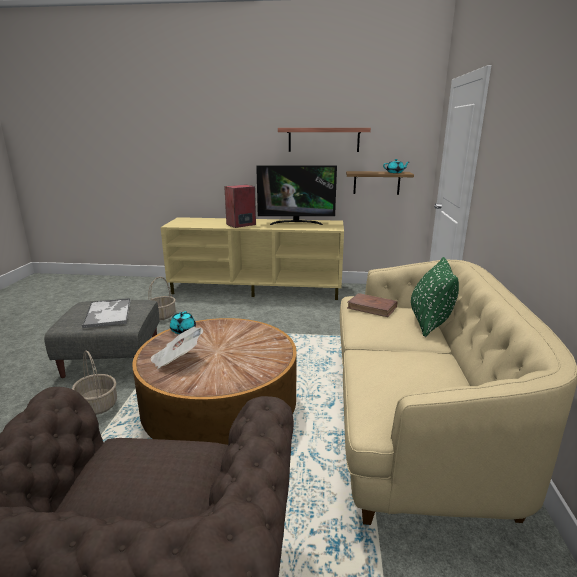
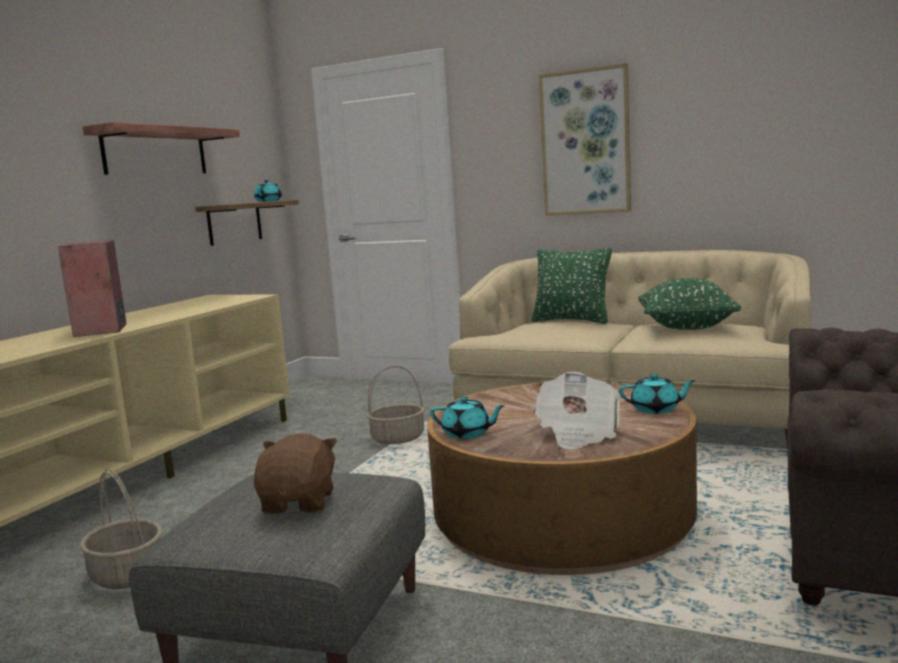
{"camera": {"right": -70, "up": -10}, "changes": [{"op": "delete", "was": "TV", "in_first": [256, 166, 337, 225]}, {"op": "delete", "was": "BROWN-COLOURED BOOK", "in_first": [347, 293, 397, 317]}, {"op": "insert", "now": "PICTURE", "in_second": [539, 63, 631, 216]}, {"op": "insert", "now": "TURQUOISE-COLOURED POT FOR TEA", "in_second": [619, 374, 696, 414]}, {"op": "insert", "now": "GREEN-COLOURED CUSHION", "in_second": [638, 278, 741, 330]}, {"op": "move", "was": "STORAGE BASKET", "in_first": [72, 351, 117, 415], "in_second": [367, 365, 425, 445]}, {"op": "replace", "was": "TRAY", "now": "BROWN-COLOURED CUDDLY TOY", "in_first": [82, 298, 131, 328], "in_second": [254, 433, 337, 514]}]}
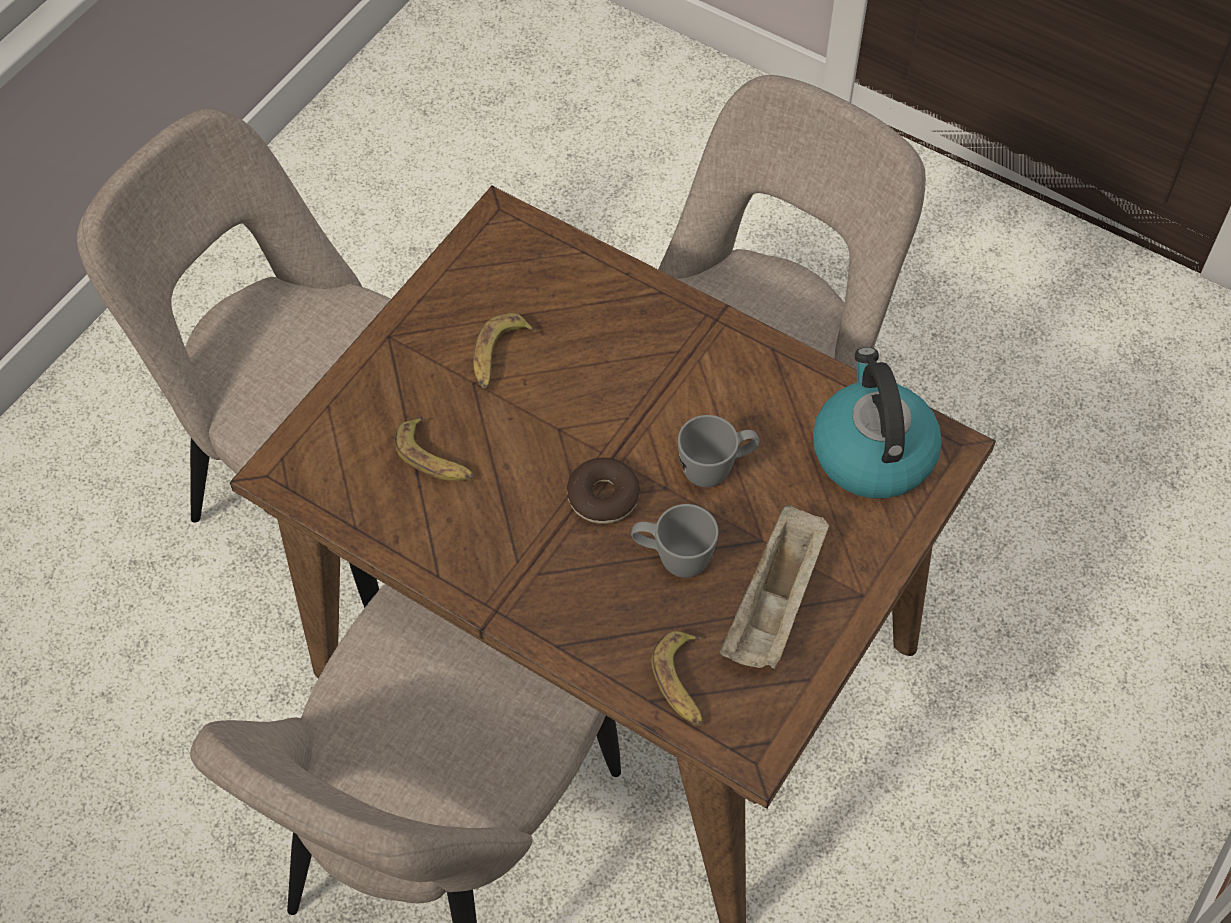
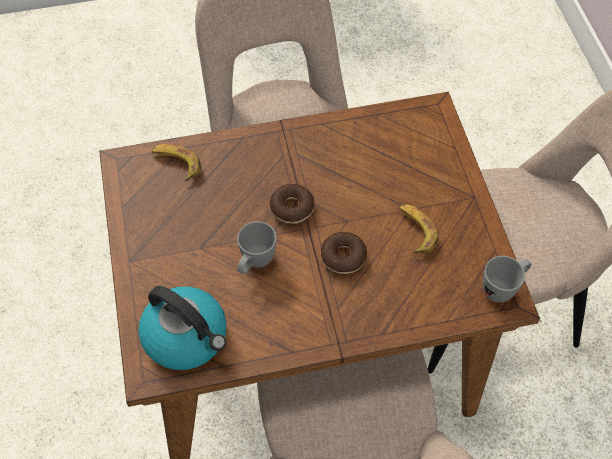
{"camera": {"right": 135, "up": 0}, "changes": [{"op": "delete", "was": "BANANA FRUIT", "in_first": [394, 417, 474, 481]}, {"op": "delete", "was": "BEIGE TRAY", "in_first": [720, 505, 829, 669]}, {"op": "insert", "now": "RING DOUGHNUT", "in_second": [321, 232, 367, 274]}, {"op": "move", "was": "GRAY TEA MUG", "in_first": [631, 504, 719, 578], "in_second": [483, 256, 531, 303]}]}
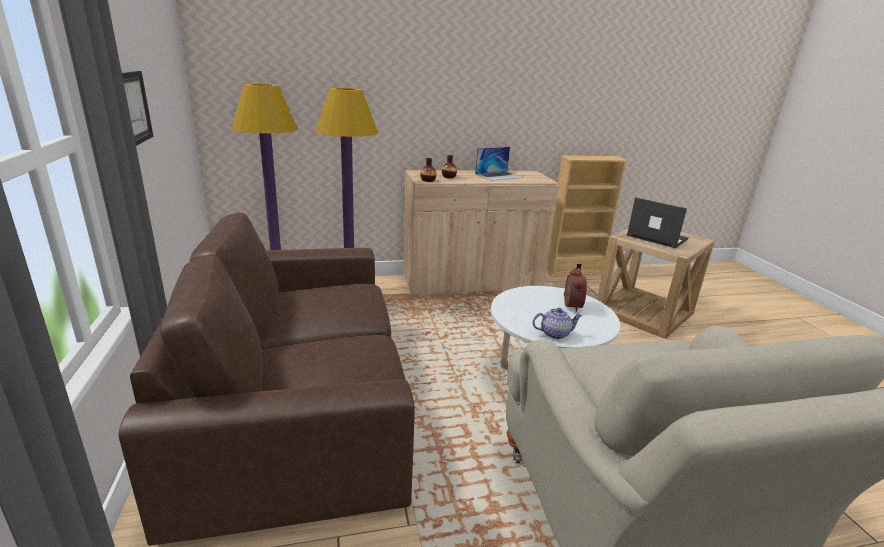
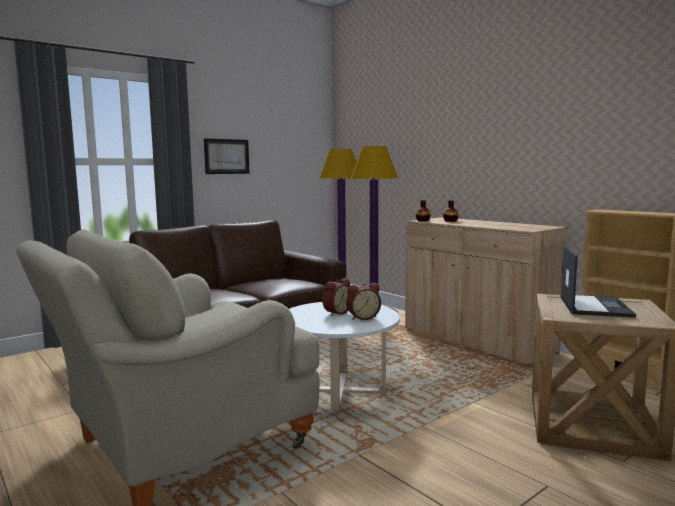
{"camera": {"right": 65, "up": -15}, "changes": [{"op": "delete", "was": "NOTEBOOK COMPUTER", "in_first": [475, 147, 524, 181]}, {"op": "delete", "was": "POT FOR TEA", "in_first": [533, 308, 583, 339]}, {"op": "insert", "now": "TABLE CLOCK", "in_second": [322, 278, 350, 316]}]}
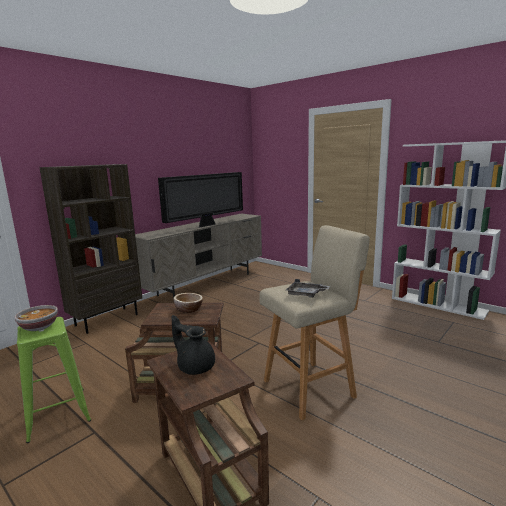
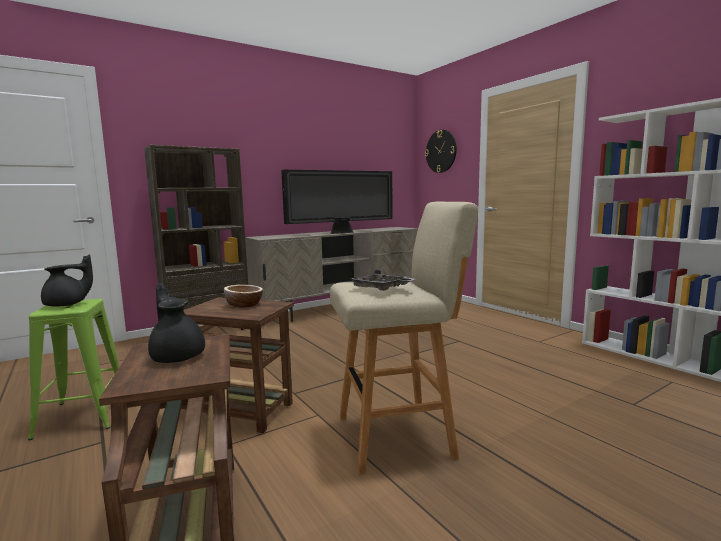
{"camera": {"right": 15, "up": -5}, "changes": [{"op": "insert", "now": "WALL CLOCK", "in_second": [425, 130, 457, 173]}, {"op": "replace", "was": "SERVING BOWL", "now": "BLACK POT FOR TEA", "in_first": [14, 305, 58, 331], "in_second": [41, 255, 93, 307]}]}
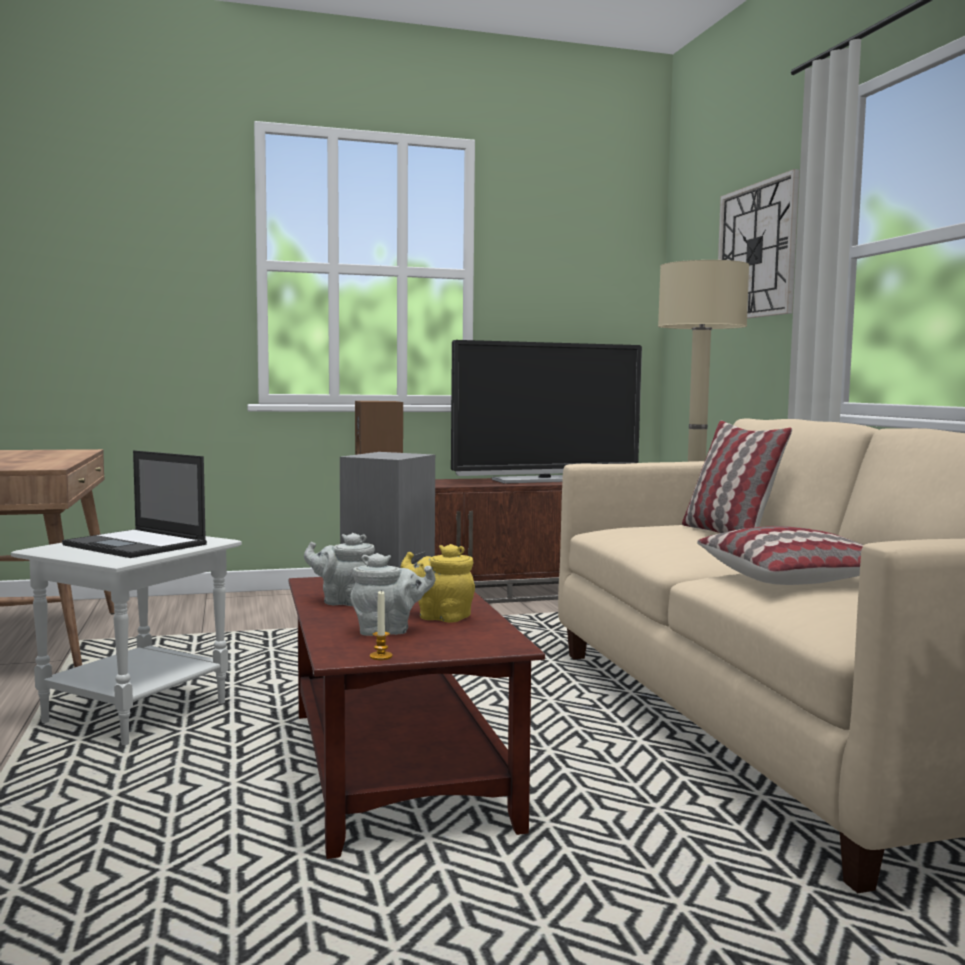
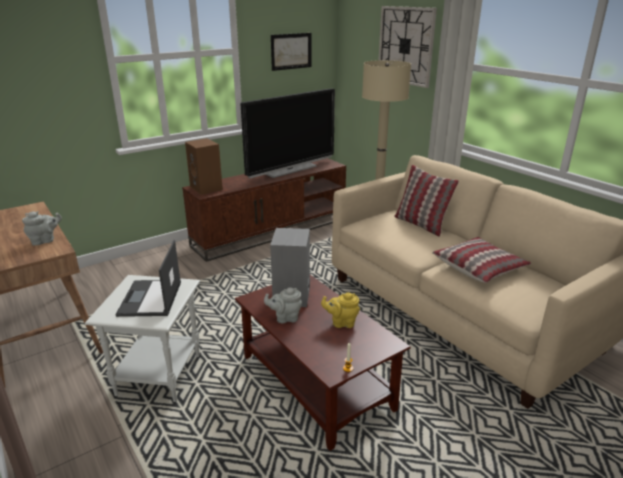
{"camera": {"right": -20, "up": 20}, "changes": [{"op": "insert", "now": "PICTURE", "in_second": [271, 33, 311, 71]}, {"op": "move", "was": "GRAY POT FOR TEA", "in_first": [350, 553, 436, 636], "in_second": [22, 211, 62, 246]}, {"op": "rotate", "was": "NOTEBOOK COMPUTER", "in_first": [62, 450, 207, 558], "in_second": [115, 240, 181, 317], "clockwise": 75}]}
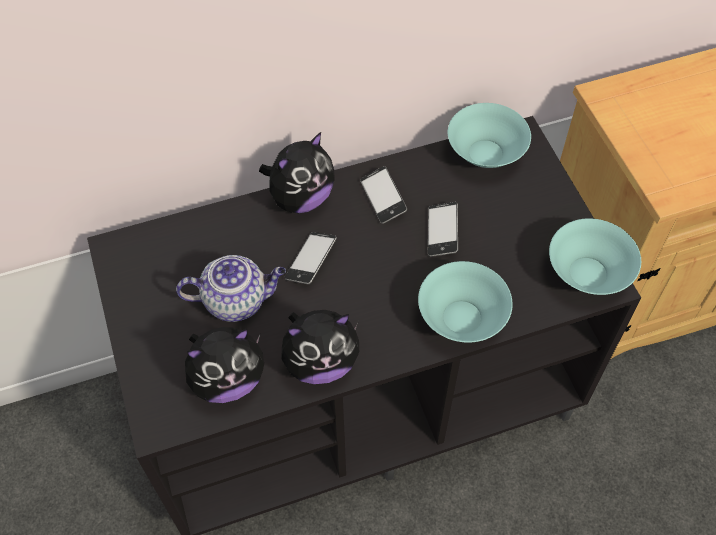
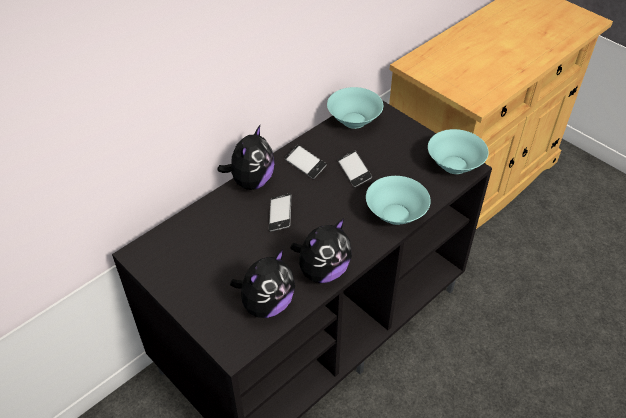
{"camera": {"right": -25, "up": -10}, "changes": [{"op": "delete", "was": "POT FOR TEA", "in_first": [176, 255, 286, 322]}]}
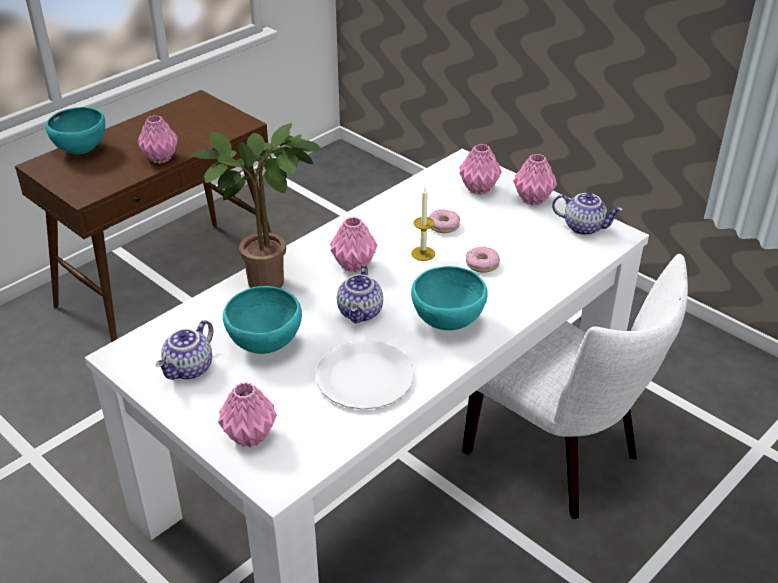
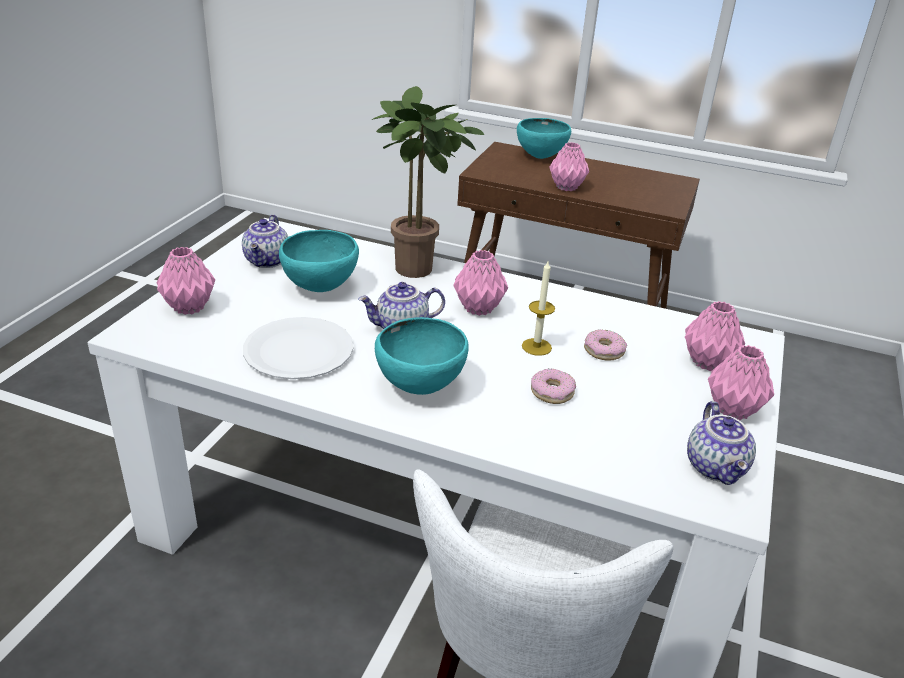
{"camera": {"right": 65, "up": -5}, "changes": [{"op": "rotate", "was": "POT FOR TEA", "in_first": [156, 320, 213, 380], "in_second": [242, 214, 288, 268], "clockwise": -90}]}
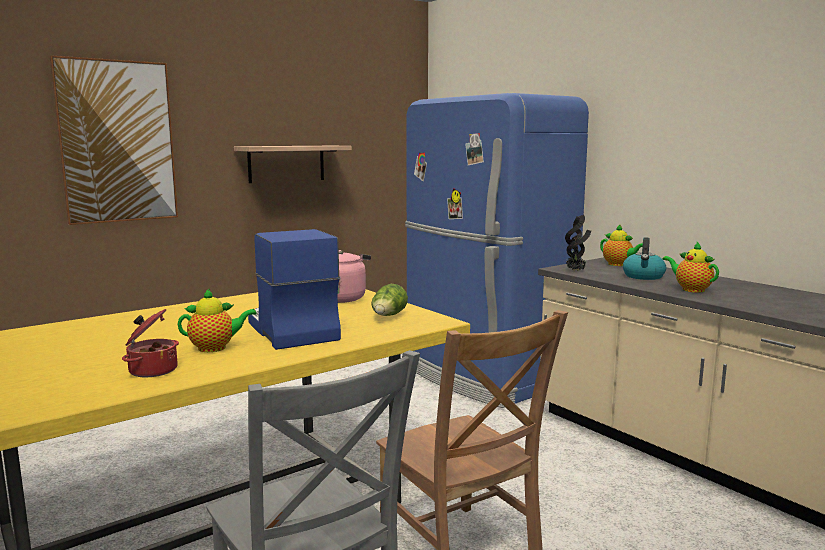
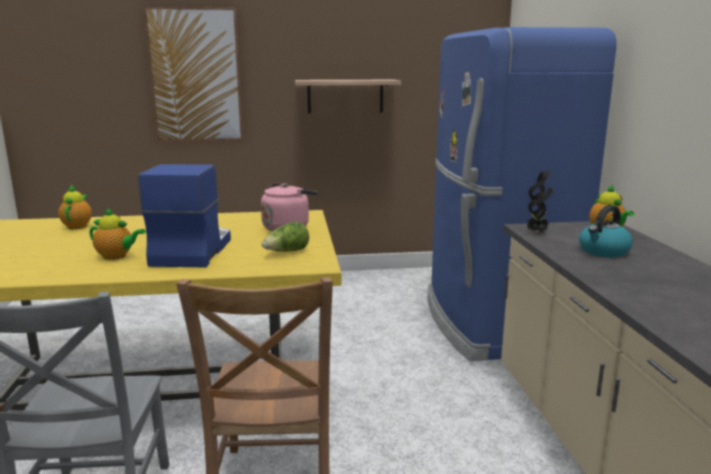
{"camera": {"right": 30, "up": 5}, "changes": [{"op": "delete", "was": "COOKING POT", "in_first": [122, 309, 179, 377]}, {"op": "move", "was": "POT FOR TEA", "in_first": [663, 242, 719, 293], "in_second": [58, 185, 92, 229]}]}
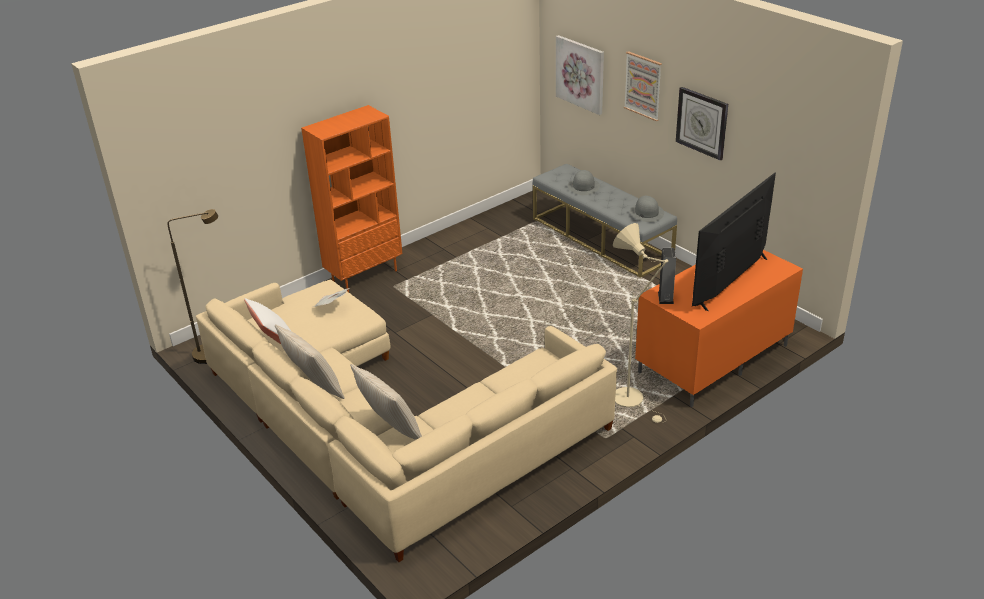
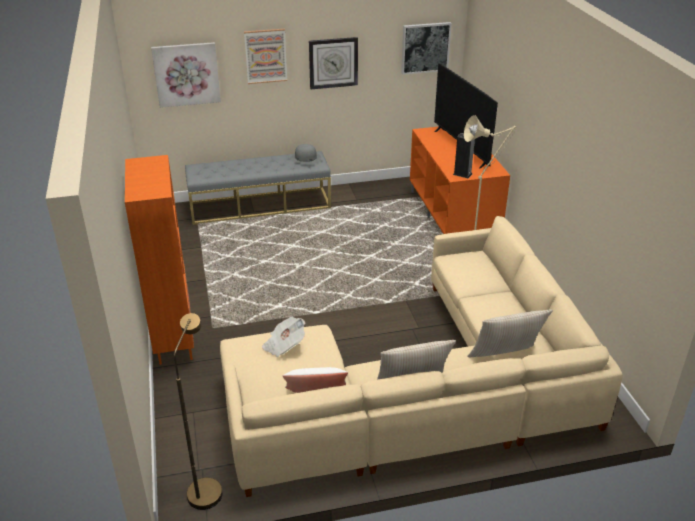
{"camera": {"right": -65, "up": 0}, "changes": [{"op": "delete", "was": "GRAY WEARABLE HAT", "in_first": [568, 170, 600, 195]}, {"op": "insert", "now": "PICTURE", "in_second": [401, 22, 452, 75]}]}
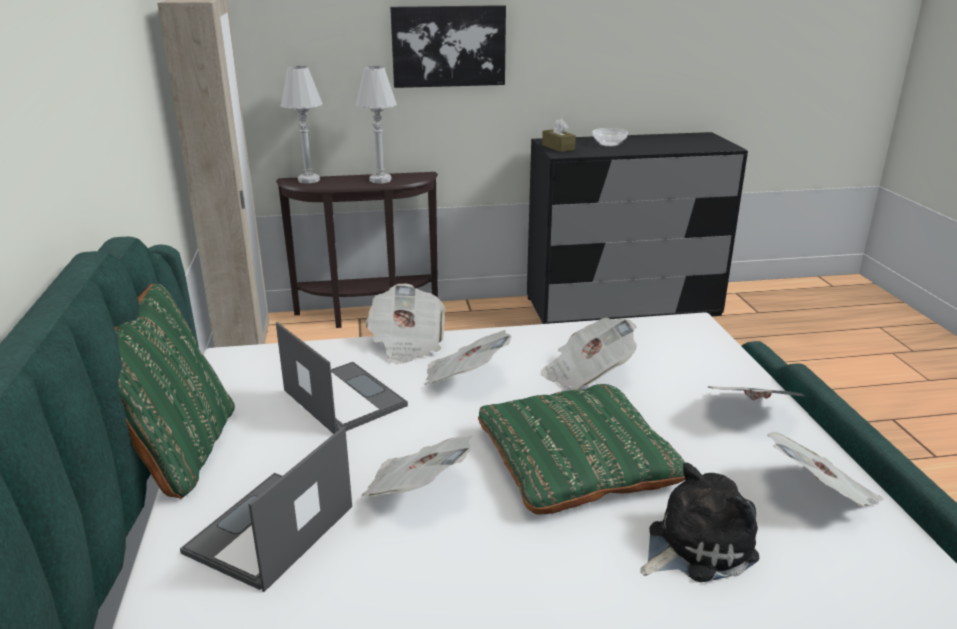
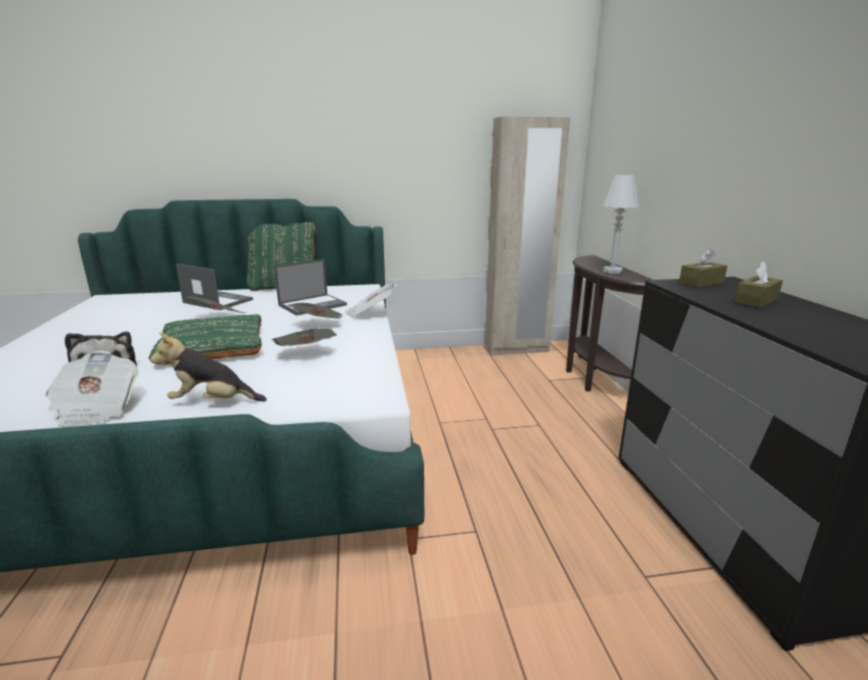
{"camera": {"right": 90, "up": -5}, "changes": [{"op": "delete", "was": "WHITE TABLE LAMP", "in_first": [280, 66, 323, 184]}, {"op": "delete", "was": "PICTURE", "in_first": [390, 5, 506, 88]}, {"op": "replace", "was": "SERVING BOWL", "now": "BROWN-COLOURED TISSUE BOX", "in_first": [592, 128, 628, 147], "in_second": [734, 261, 783, 308]}, {"op": "replace", "was": "PRINTED PAPER", "now": "CUDDLY TOY", "in_first": [708, 386, 804, 400], "in_second": [150, 332, 267, 402]}]}
